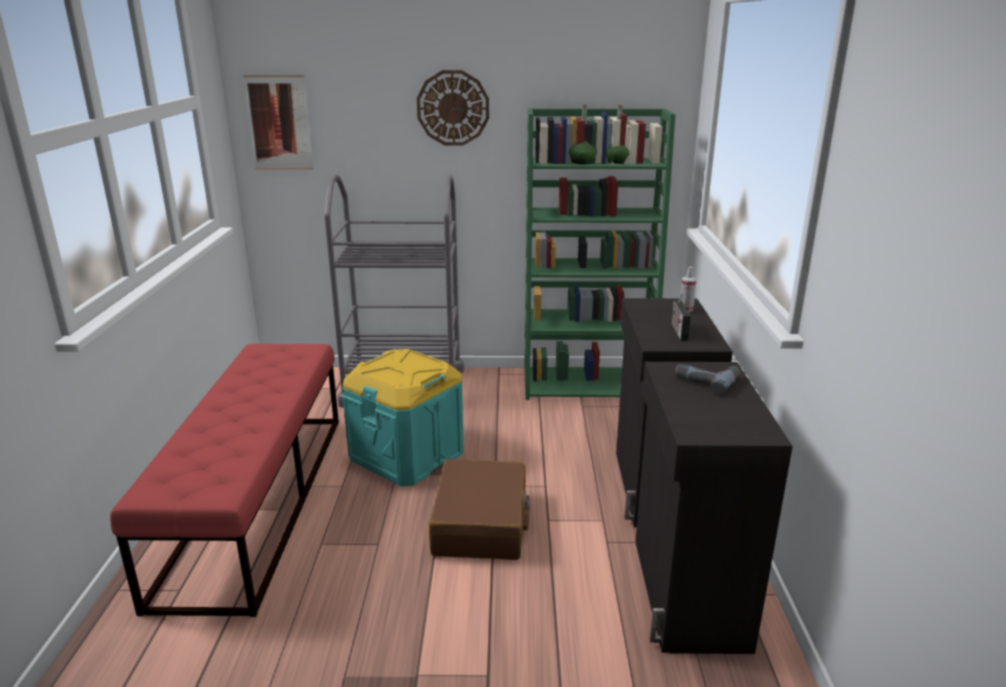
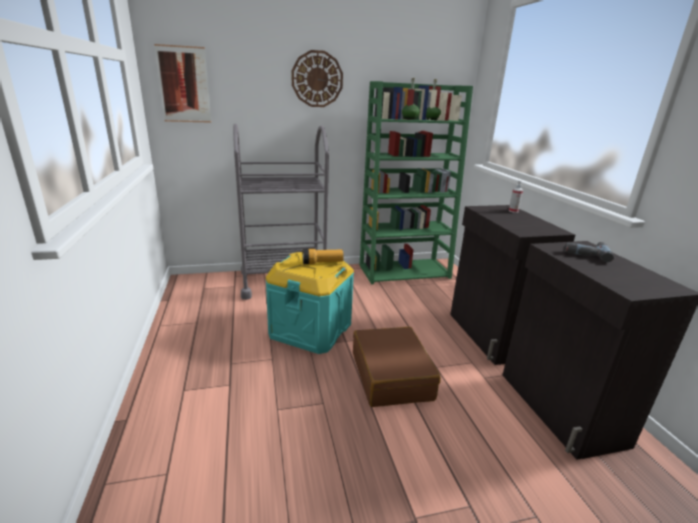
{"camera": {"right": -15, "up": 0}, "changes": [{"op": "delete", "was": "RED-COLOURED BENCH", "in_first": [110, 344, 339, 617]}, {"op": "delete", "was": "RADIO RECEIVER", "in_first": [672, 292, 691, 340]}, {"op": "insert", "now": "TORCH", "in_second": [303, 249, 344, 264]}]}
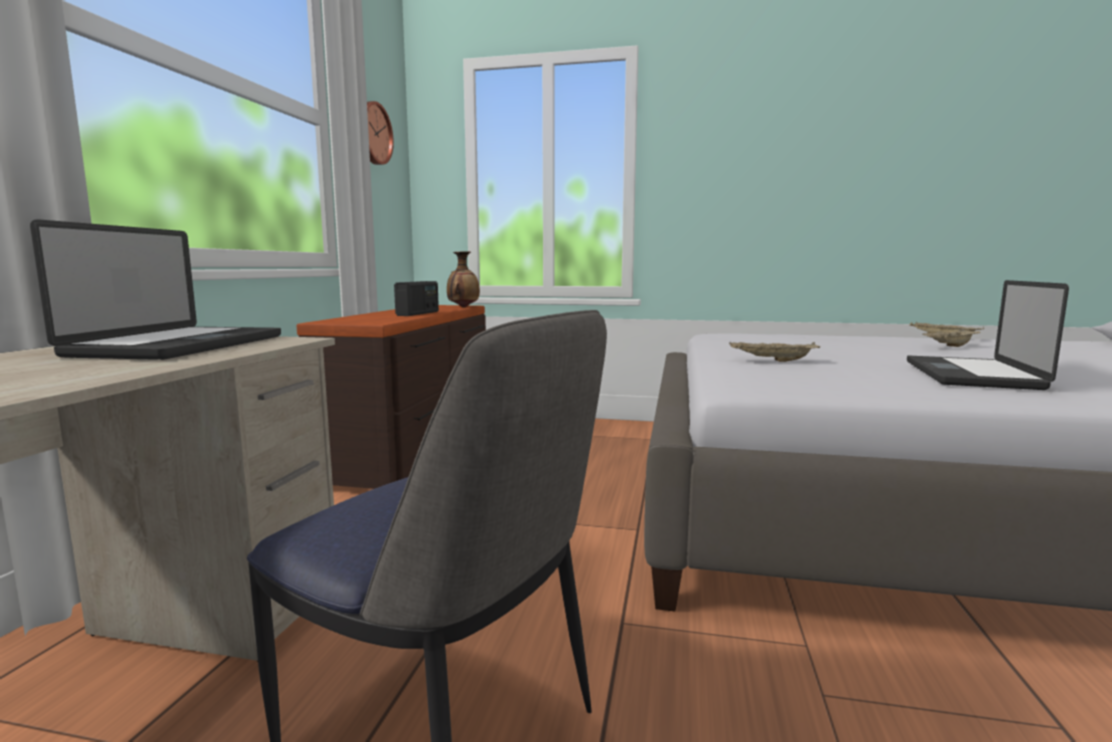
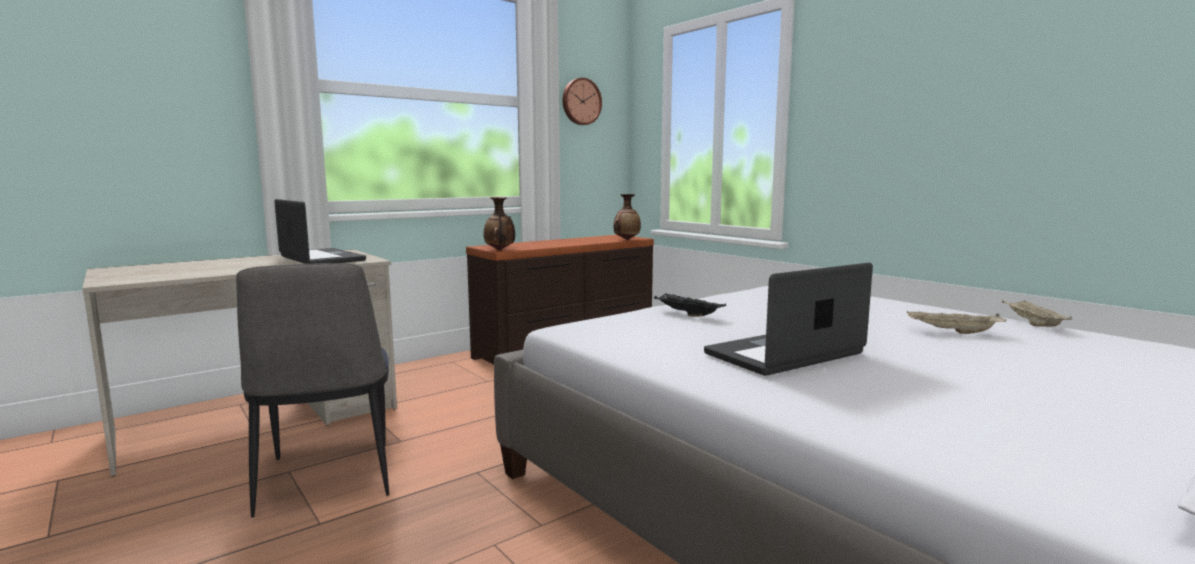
{"camera": {"right": 40, "up": 0}, "changes": [{"op": "delete", "was": "RADIO RECEIVER", "in_first": [394, 281, 439, 316]}, {"op": "insert", "now": "FLOWER VASE", "in_second": [483, 197, 515, 250]}, {"op": "recolor", "was": "BEIGE TRAY", "now": "BLACK TRAY", "in_first": [729, 342, 820, 362], "in_second": [654, 293, 726, 317]}, {"op": "rotate", "was": "NOTEBOOK COMPUTER", "in_first": [30, 219, 281, 360], "in_second": [274, 199, 366, 264], "clockwise": -90}]}
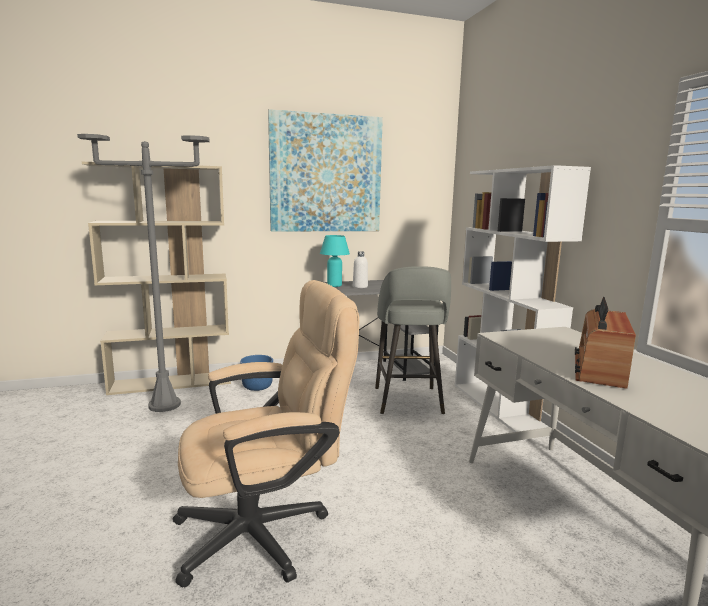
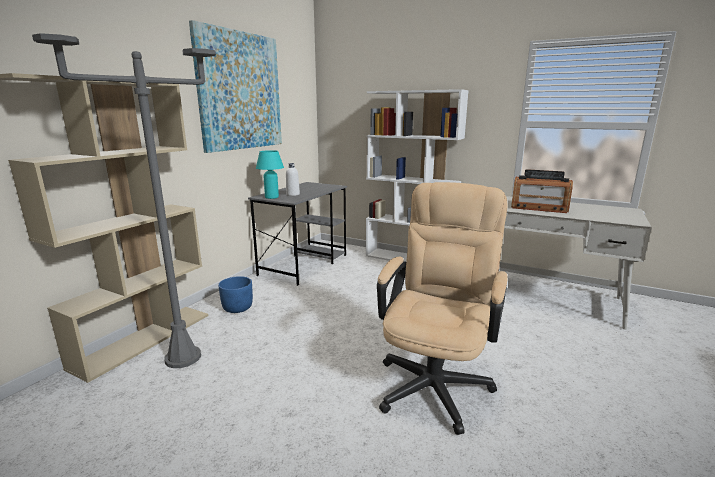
{"camera": {"right": -45, "up": 5}, "changes": [{"op": "delete", "was": "GRAY SITTING STOOL", "in_first": [375, 266, 451, 414]}, {"op": "rotate", "was": "RADIO RECEIVER", "in_first": [575, 297, 636, 389], "in_second": [511, 169, 573, 213], "clockwise": -45}]}
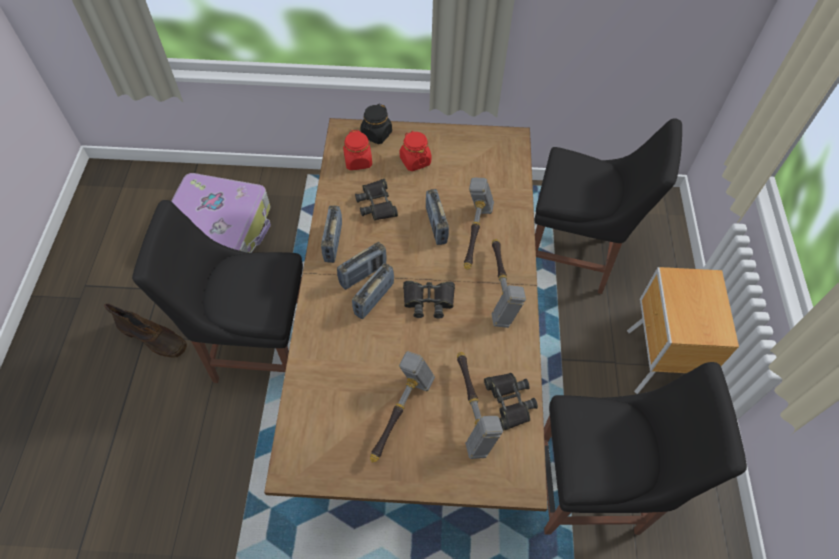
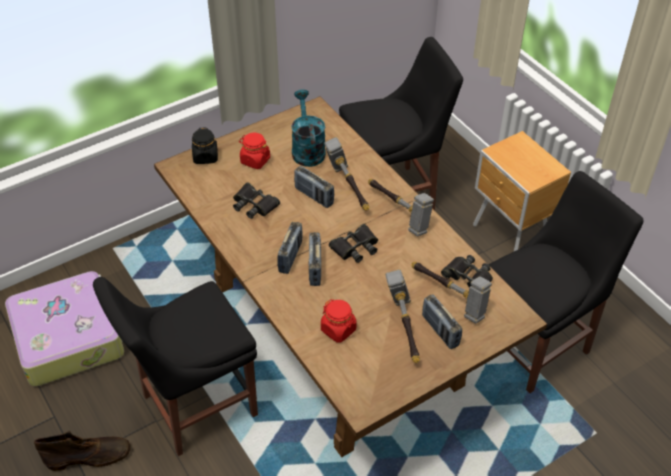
{"camera": {"right": -35, "up": -10}, "changes": [{"op": "insert", "now": "TURQUOISE-COLOURED WATERING CAN", "in_second": [291, 89, 326, 167]}, {"op": "move", "was": "RADIO RECEIVER", "in_first": [321, 206, 342, 263], "in_second": [422, 294, 462, 349]}, {"op": "move", "was": "RED-COLOURED STORAGE JAR", "in_first": [343, 130, 372, 170], "in_second": [321, 299, 357, 343]}]}
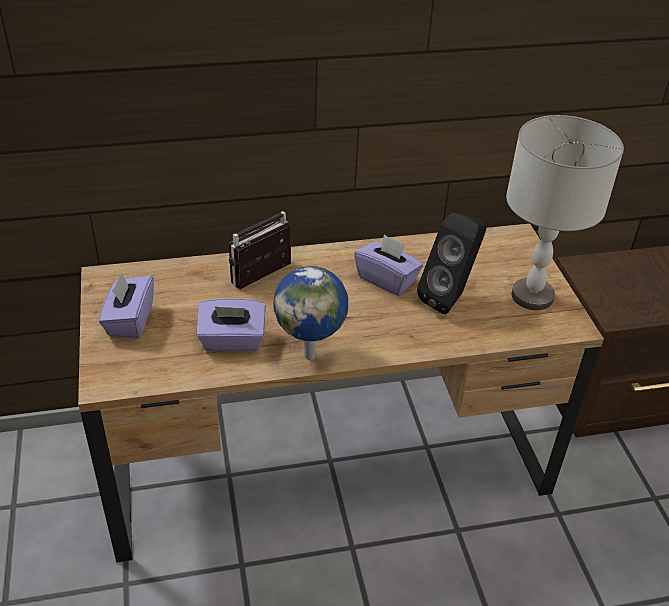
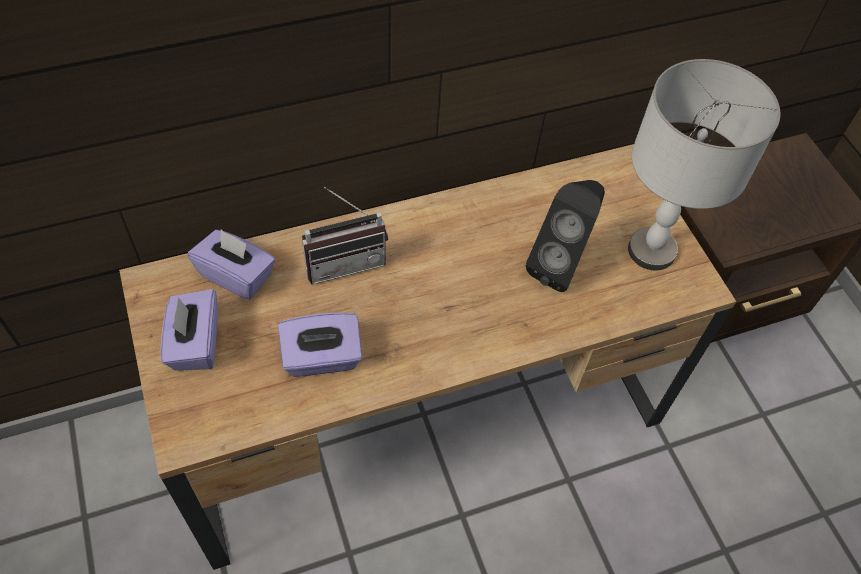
{"camera": {"right": -10, "up": 15}, "changes": [{"op": "delete", "was": "WORLD GLOBE", "in_first": [273, 266, 348, 360]}, {"op": "move", "was": "PURPLE-COLOURED TISSUE BOX", "in_first": [354, 234, 423, 296], "in_second": [188, 230, 275, 300]}, {"op": "rotate", "was": "RADIO RECEIVER", "in_first": [229, 211, 291, 289], "in_second": [302, 187, 388, 284], "clockwise": -150}]}
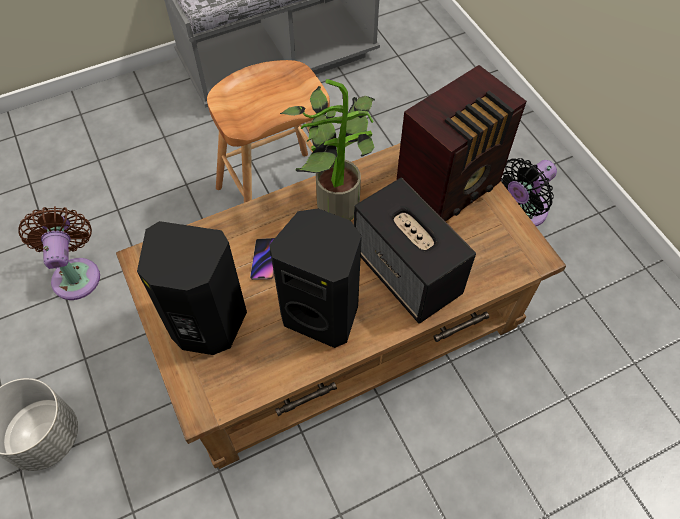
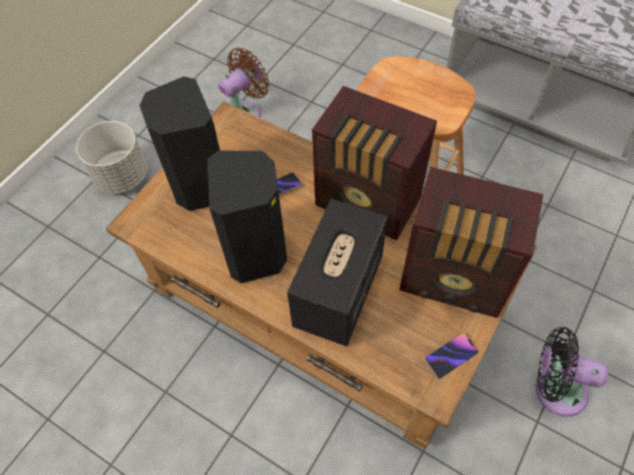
{"camera": {"right": 60, "up": 0}, "changes": [{"op": "insert", "now": "PHONE", "in_second": [425, 333, 478, 379]}, {"op": "replace", "was": "POTTED PLANT", "now": "RADIO RECEIVER", "in_first": [280, 79, 375, 220], "in_second": [312, 86, 437, 241]}]}
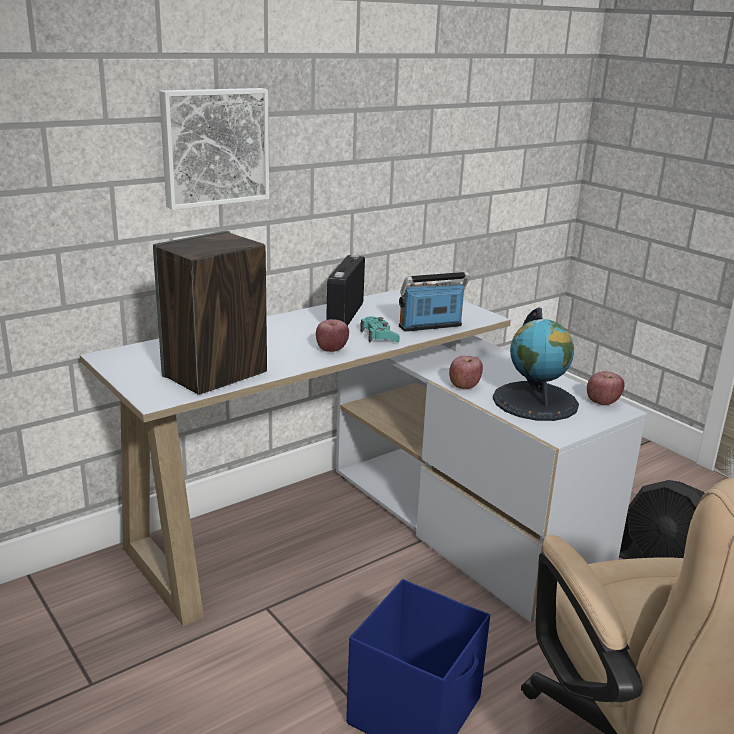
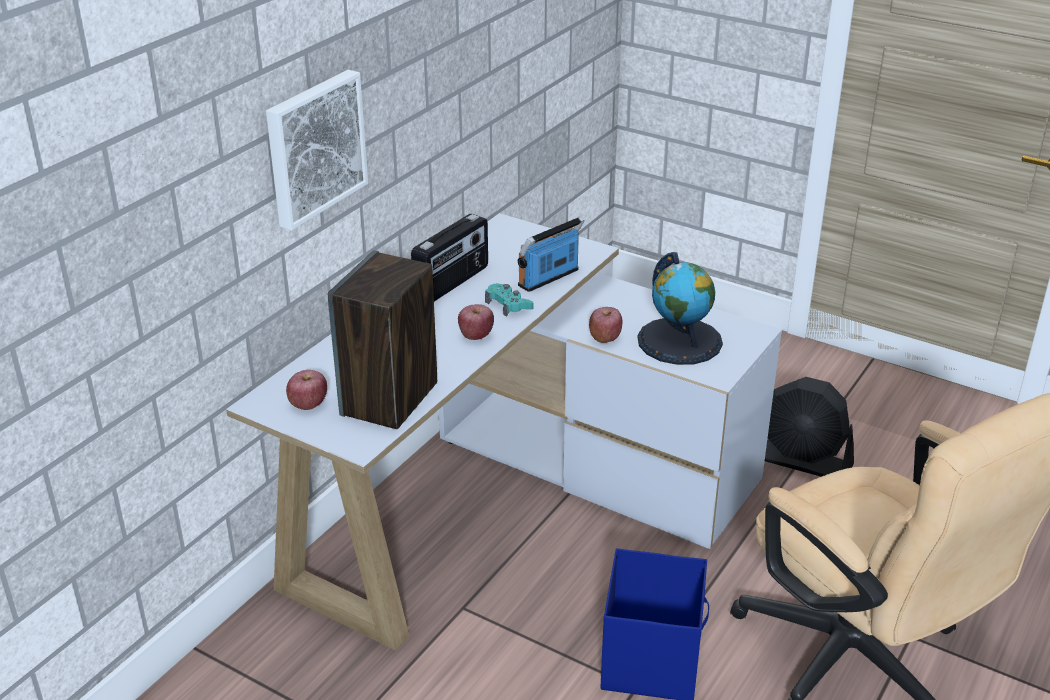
{"camera": {"right": -20, "up": 10}, "changes": [{"op": "move", "was": "APPLE", "in_first": [587, 371, 625, 405], "in_second": [286, 370, 327, 410]}, {"op": "rotate", "was": "RADIO RECEIVER", "in_first": [326, 255, 365, 326], "in_second": [411, 213, 488, 302], "clockwise": -135}]}
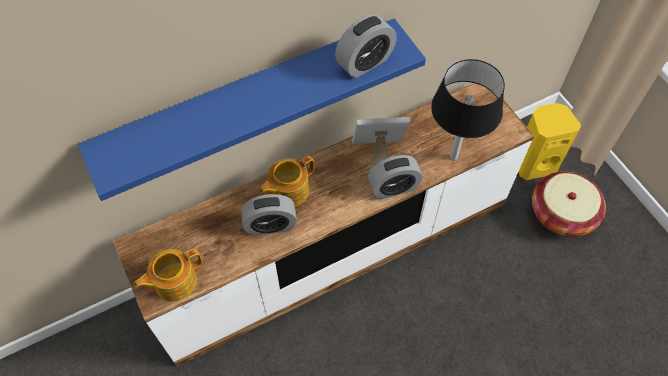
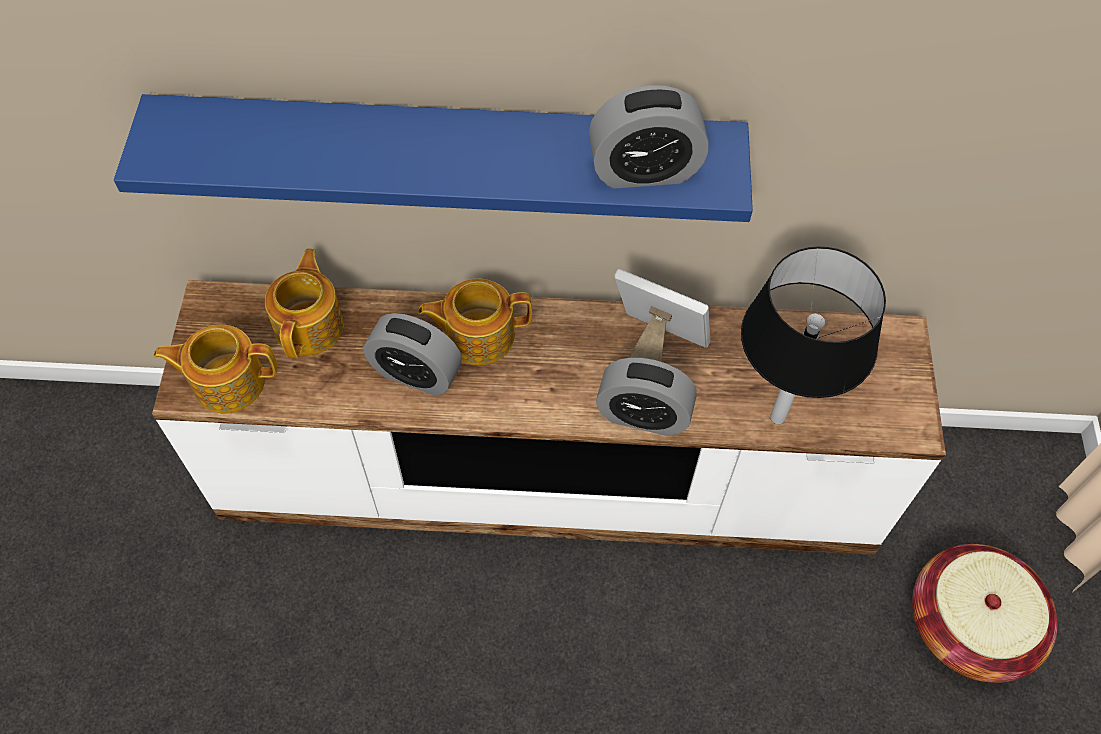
{"camera": {"right": 30, "up": 0}, "changes": [{"op": "delete", "was": "YELLOW-COLOURED SPEAKER", "in_first": [518, 103, 581, 180]}, {"op": "insert", "now": "POT FOR TEA", "in_second": [265, 248, 344, 358]}]}
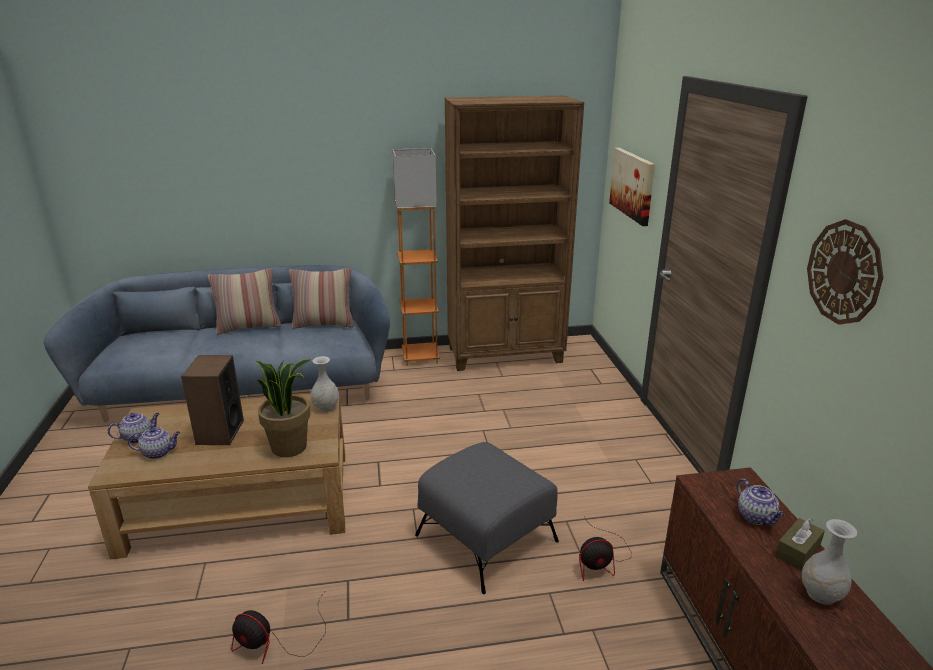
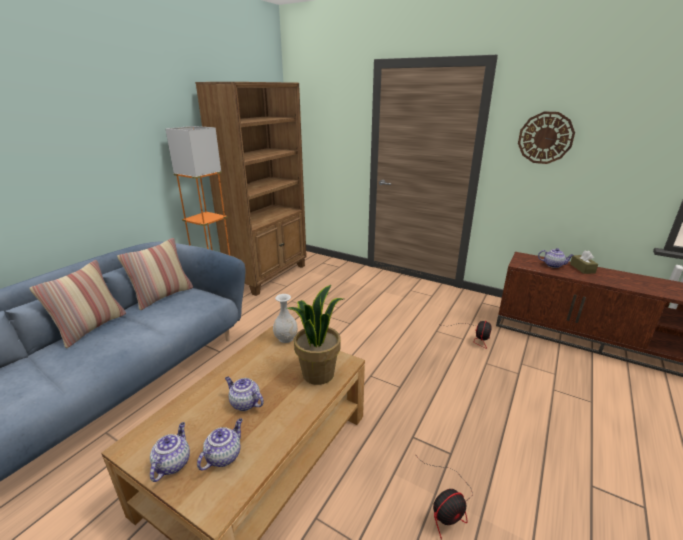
{"camera": {"right": -50, "up": 0}, "changes": [{"op": "delete", "was": "GRAY FOOTREST", "in_first": [415, 442, 559, 594]}, {"op": "delete", "was": "PICTURE", "in_first": [609, 148, 655, 226]}, {"op": "delete", "was": "WHITE FLOWER VASE", "in_first": [802, 519, 858, 605]}, {"op": "replace", "was": "SPEAKER", "now": "POT FOR TEA", "in_first": [181, 355, 244, 445], "in_second": [225, 377, 264, 411]}]}
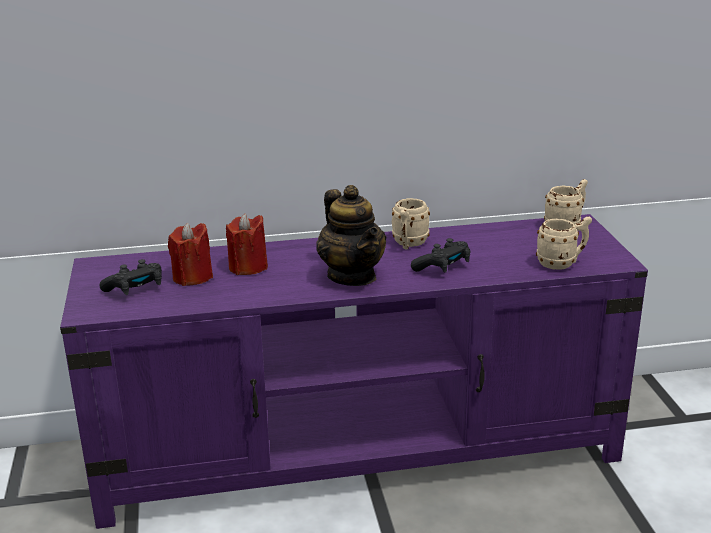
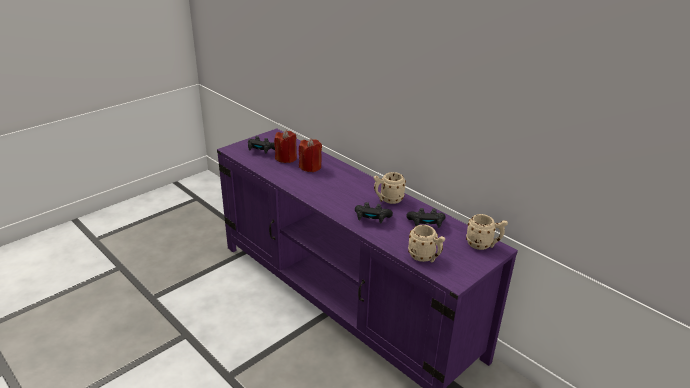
{"camera": {"right": 55, "up": 5}, "changes": [{"op": "delete", "was": "POT FOR TEA", "in_first": [316, 185, 386, 286]}, {"op": "insert", "now": "BLACK GAME CONTROLLER", "in_second": [406, 208, 445, 228]}]}
